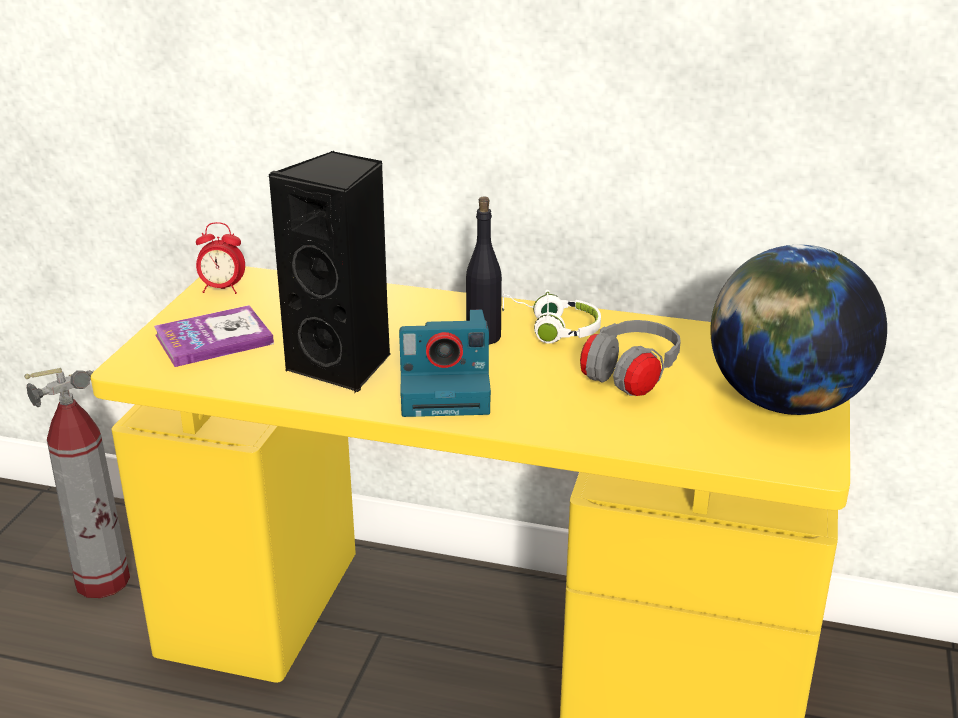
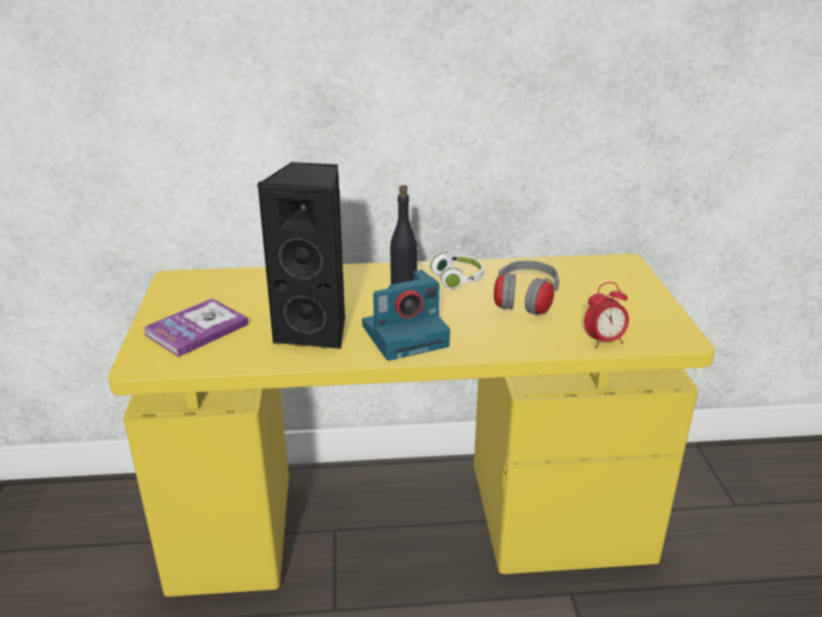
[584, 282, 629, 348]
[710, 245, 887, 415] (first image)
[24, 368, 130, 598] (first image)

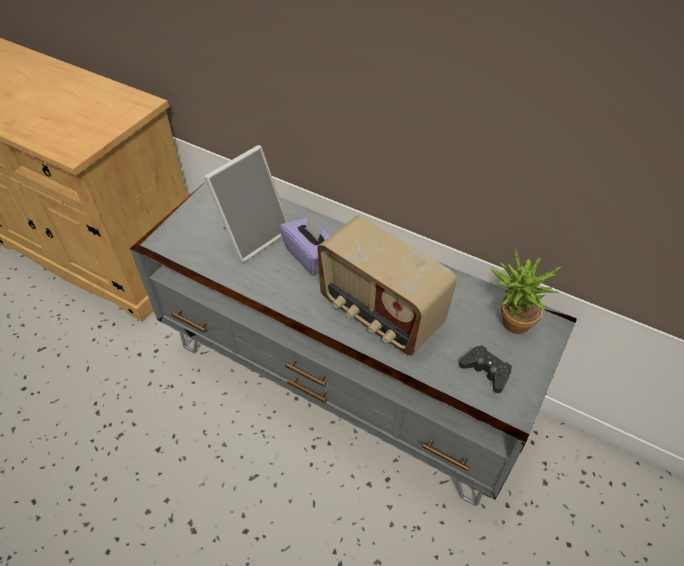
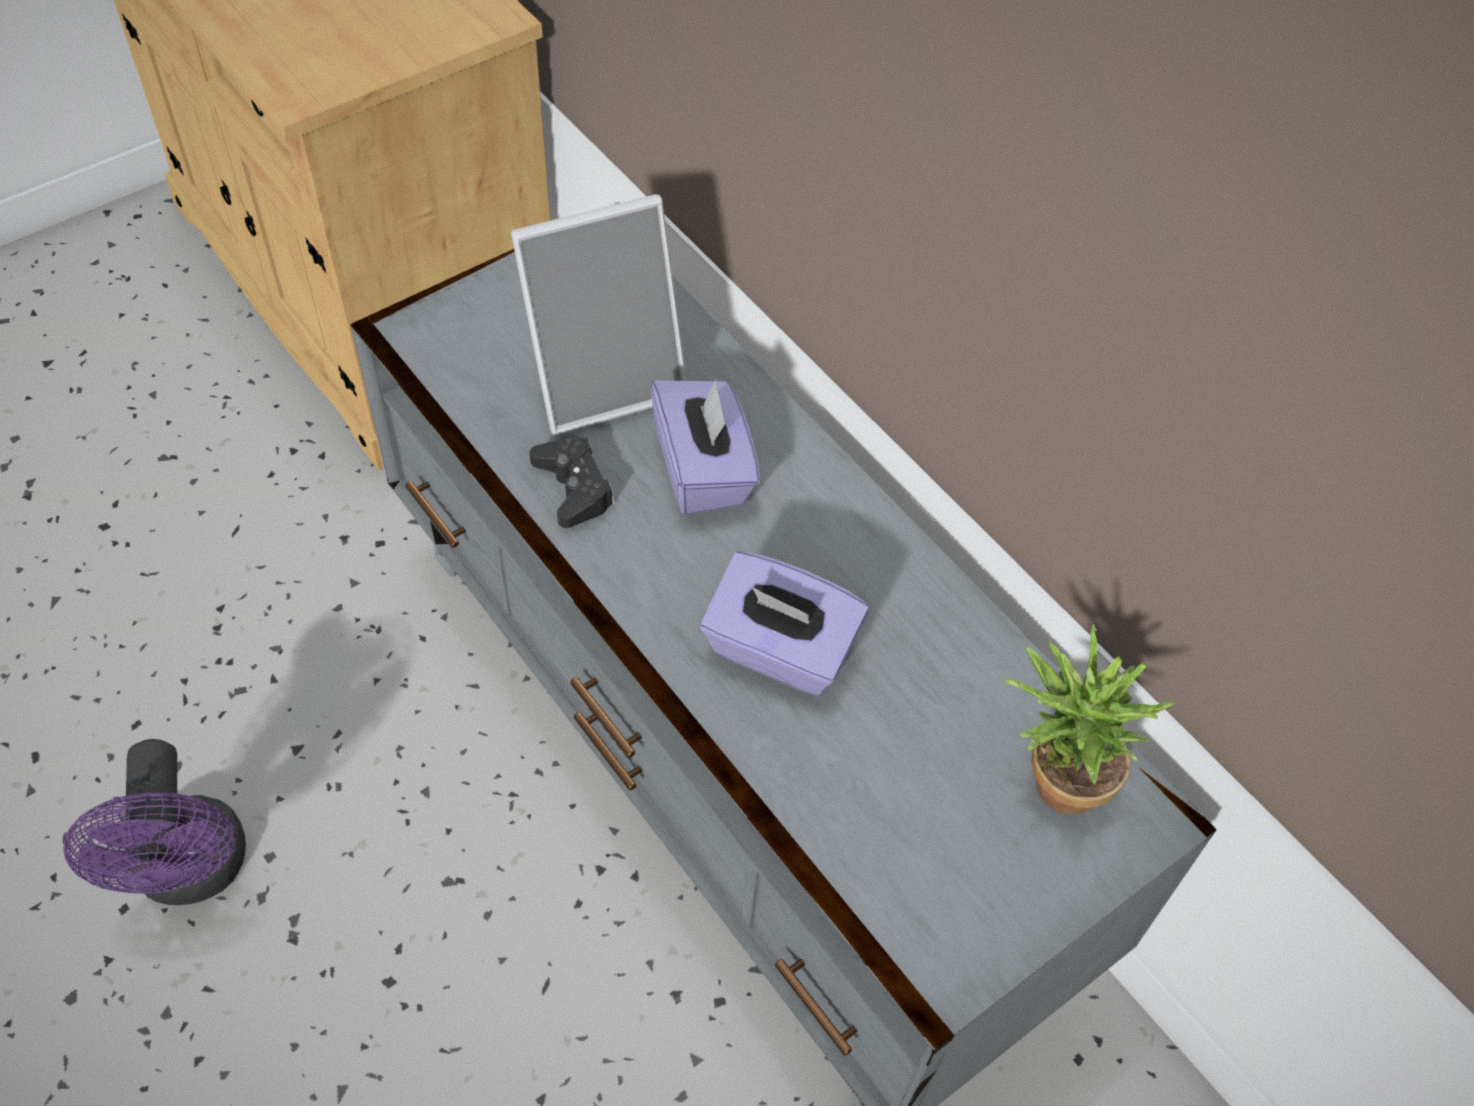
[700, 551, 869, 696]
[529, 435, 615, 528]
[64, 739, 246, 905]

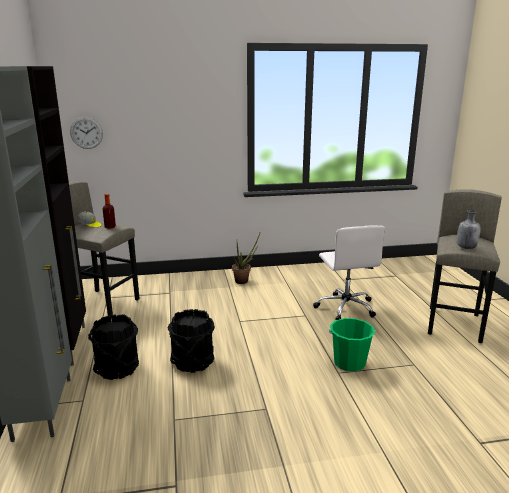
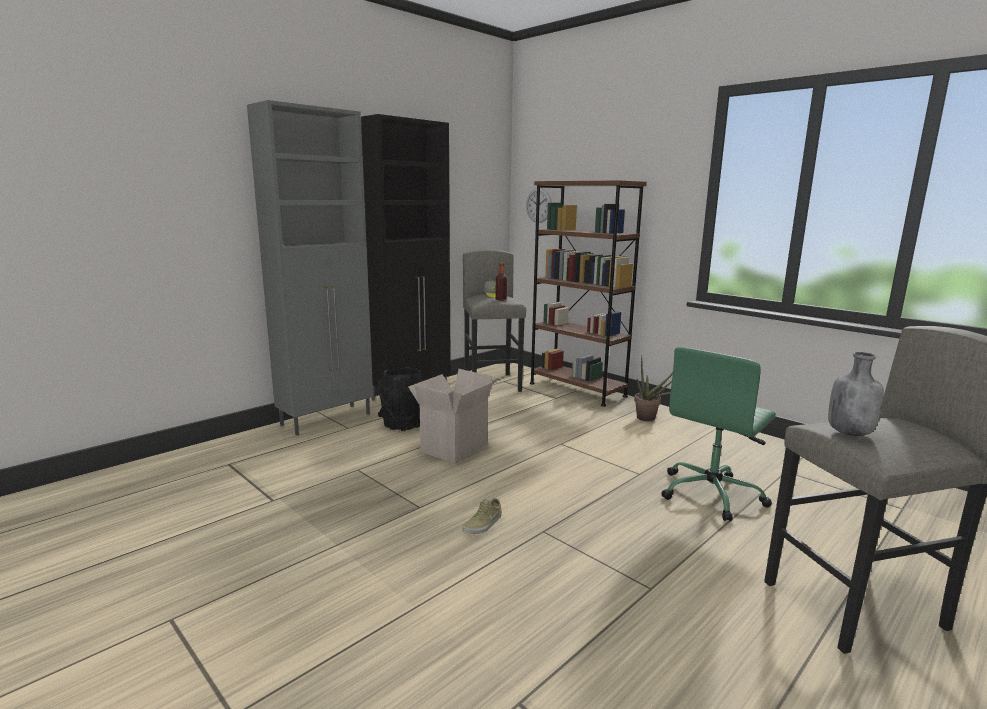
[661, 347, 776, 521]
[408, 369, 493, 464]
[329, 318, 375, 372] (first image)
[530, 180, 647, 407]
[462, 498, 502, 534]

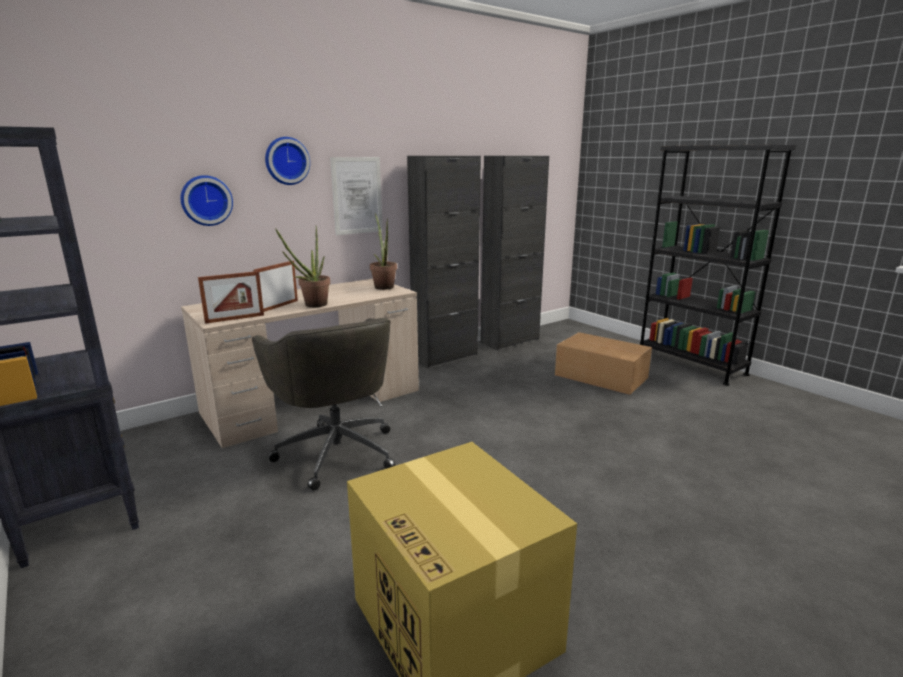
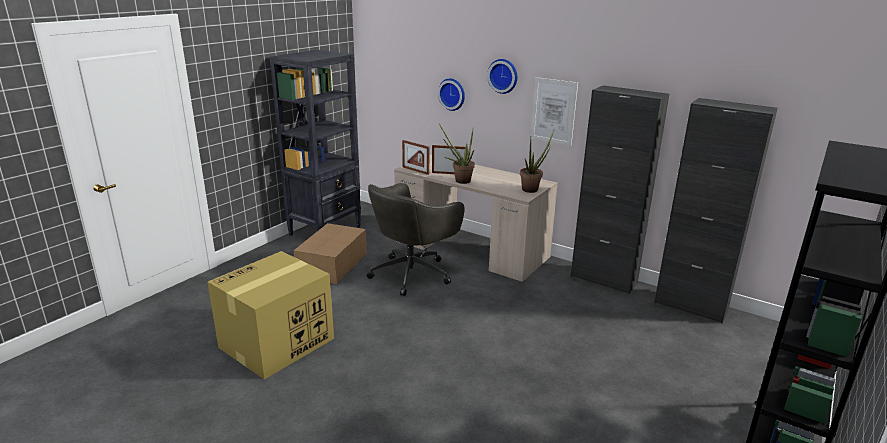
[294, 223, 367, 284]

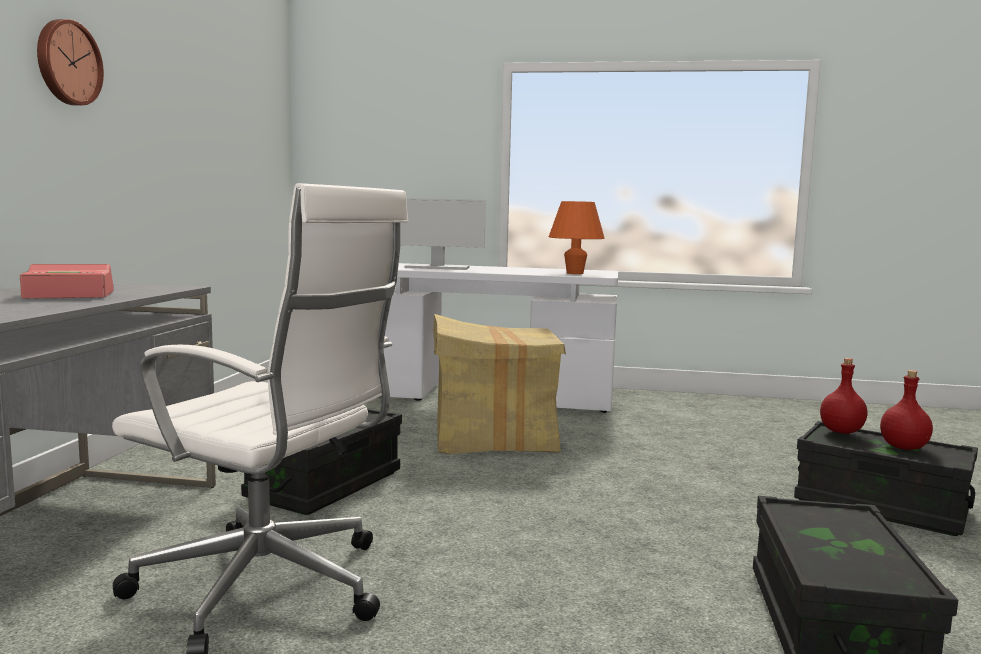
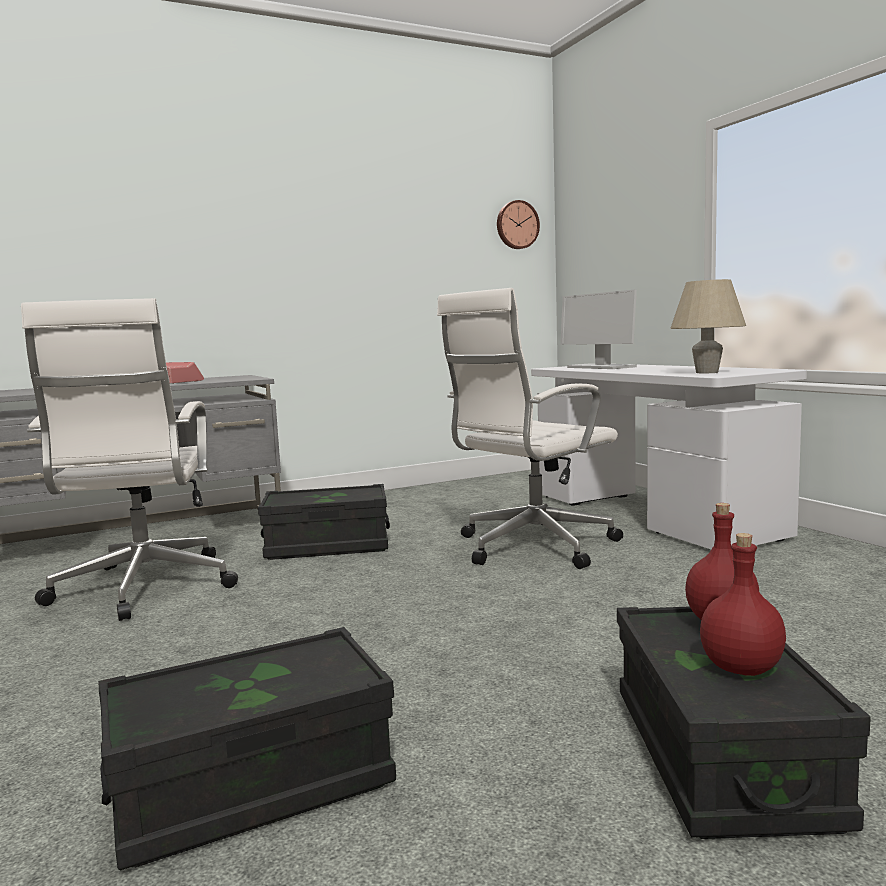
[497, 200, 540, 249]
[670, 279, 746, 373]
[437, 288, 623, 569]

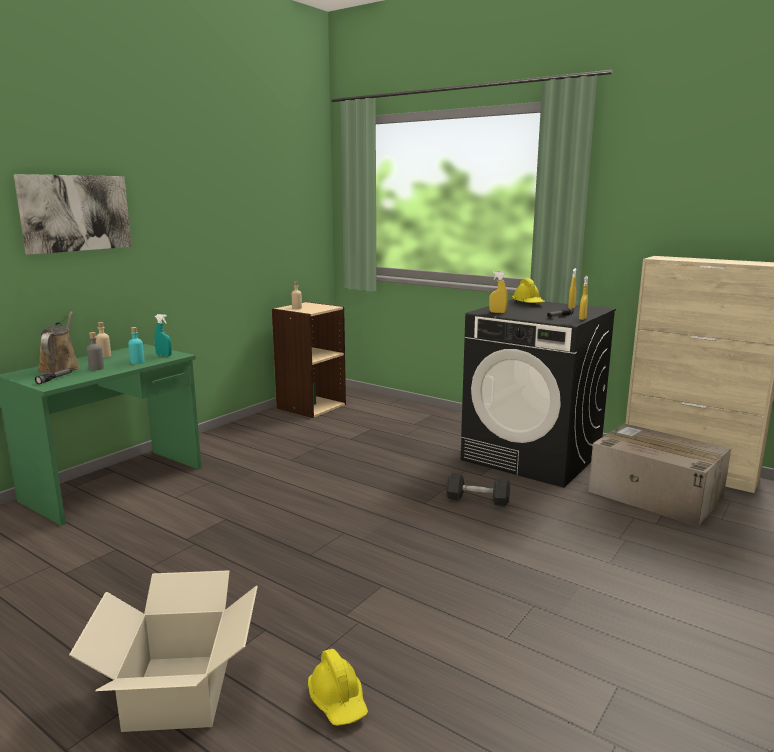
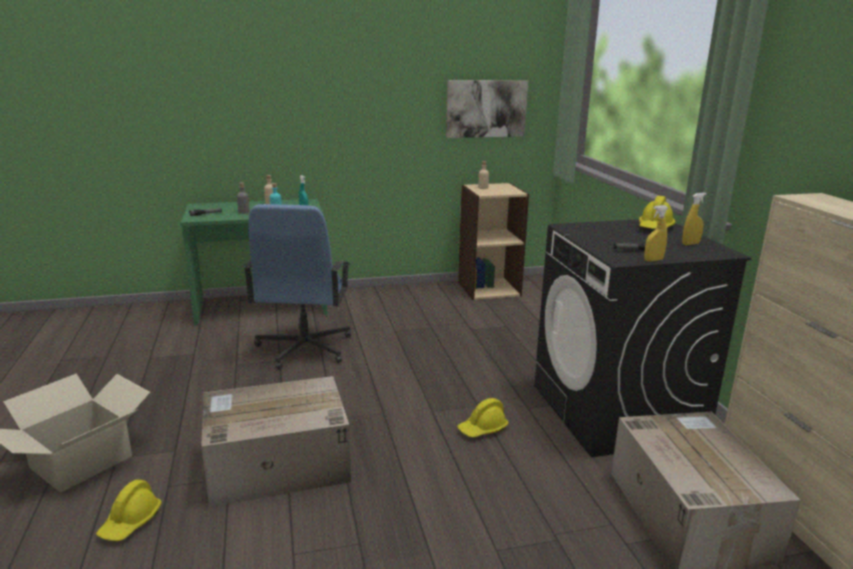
[446, 80, 528, 138]
[489, 271, 508, 313] (first image)
[38, 311, 80, 374] (first image)
[457, 398, 509, 437]
[243, 204, 351, 370]
[201, 376, 351, 507]

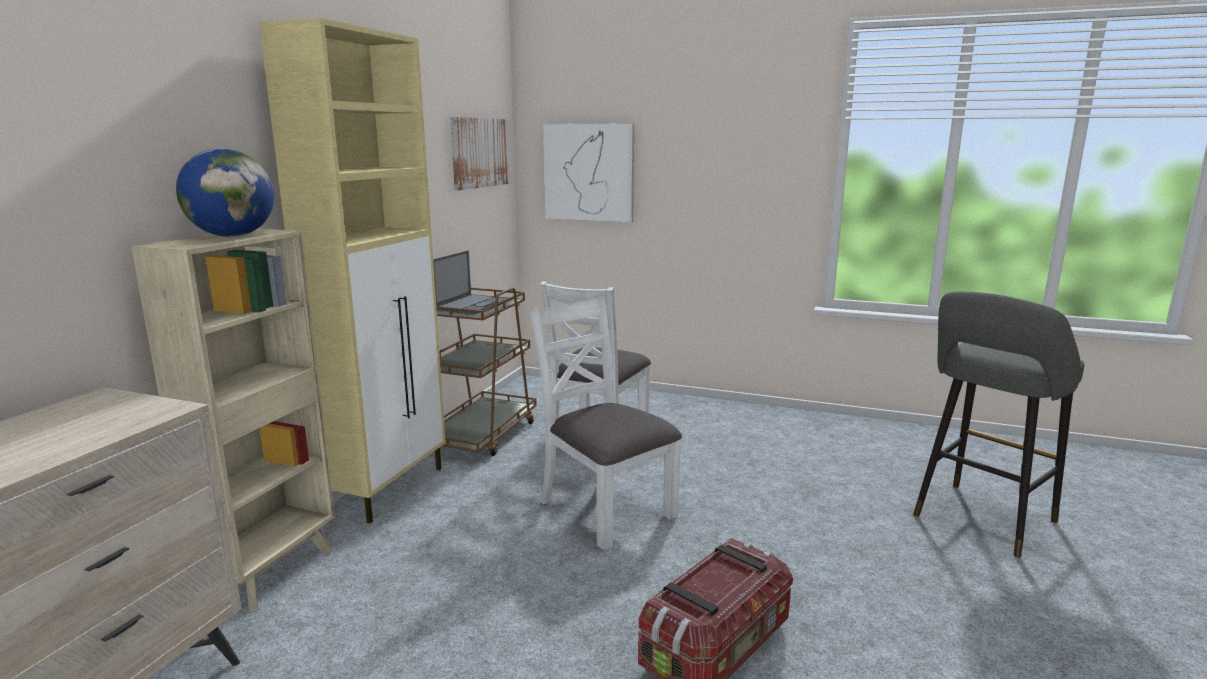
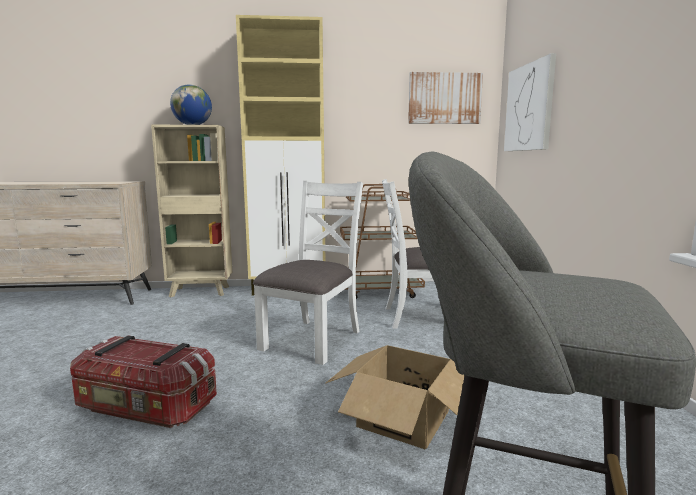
[433, 250, 508, 314] (first image)
[326, 345, 465, 449]

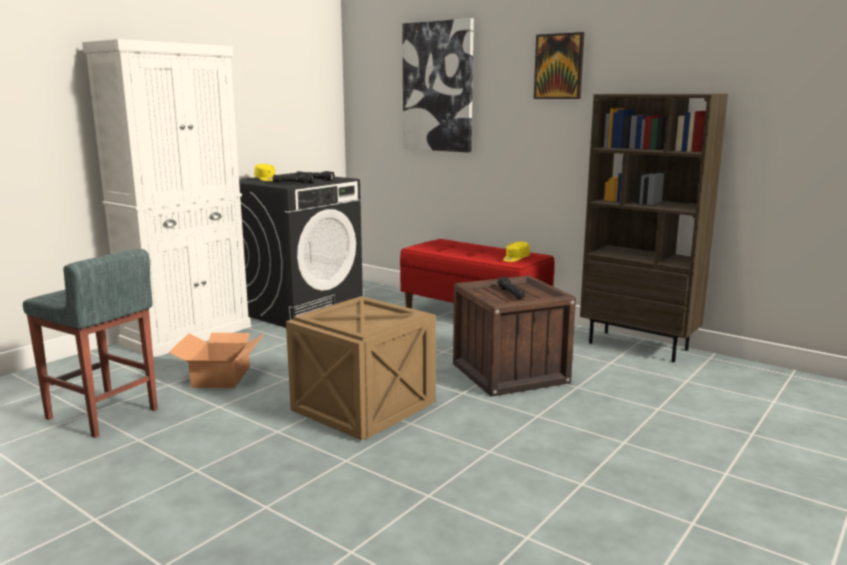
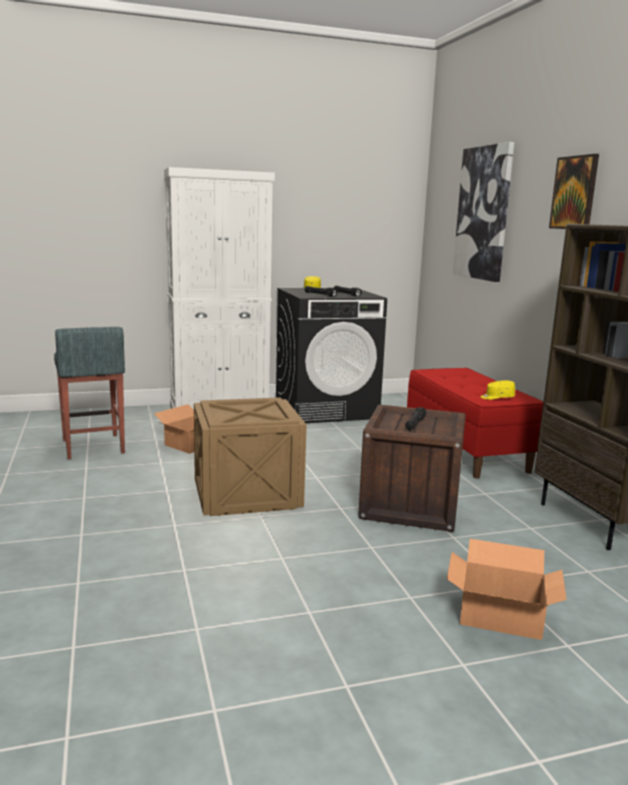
[447, 539, 567, 640]

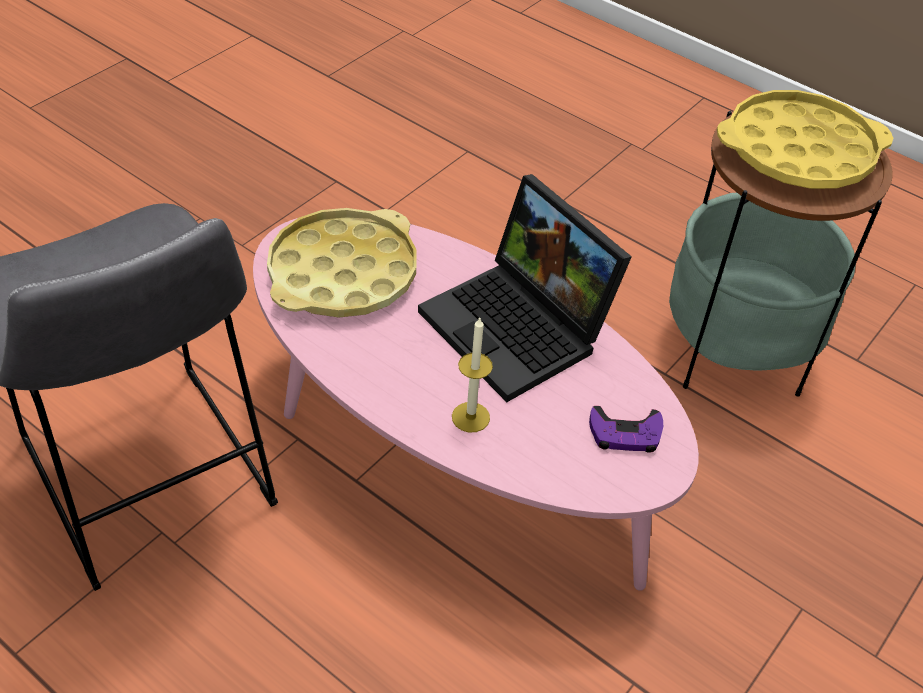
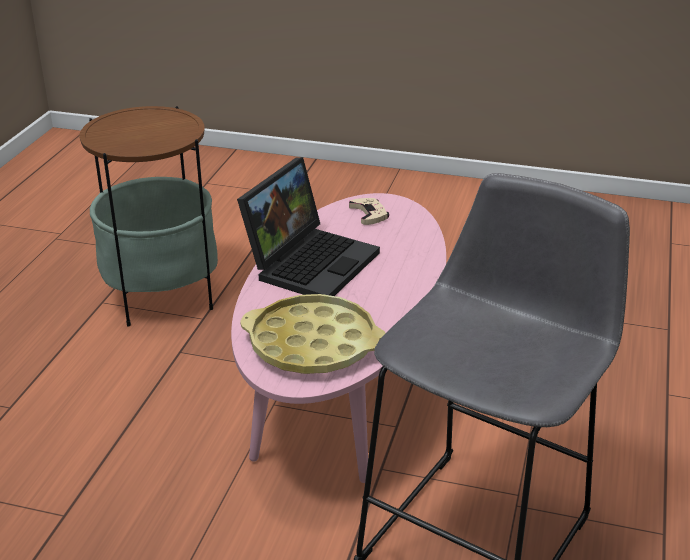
[717, 90, 893, 189] (first image)
[452, 318, 493, 432] (first image)
[349, 198, 389, 225]

